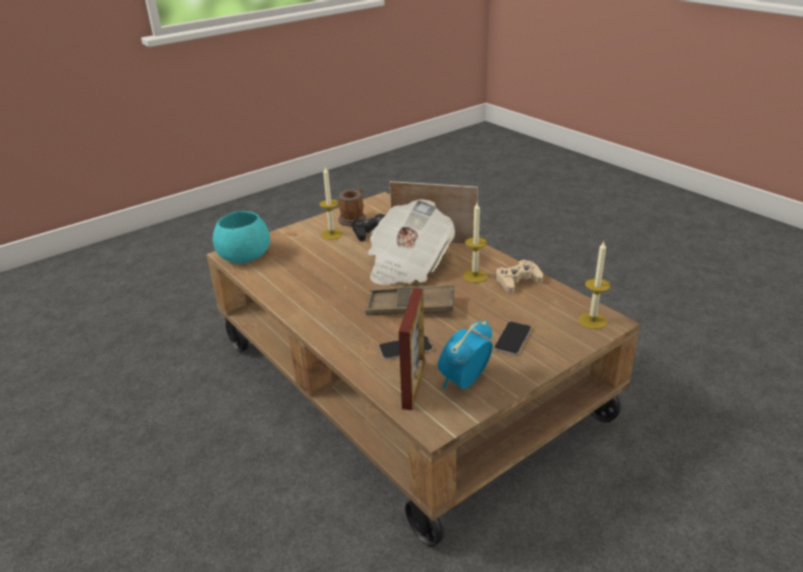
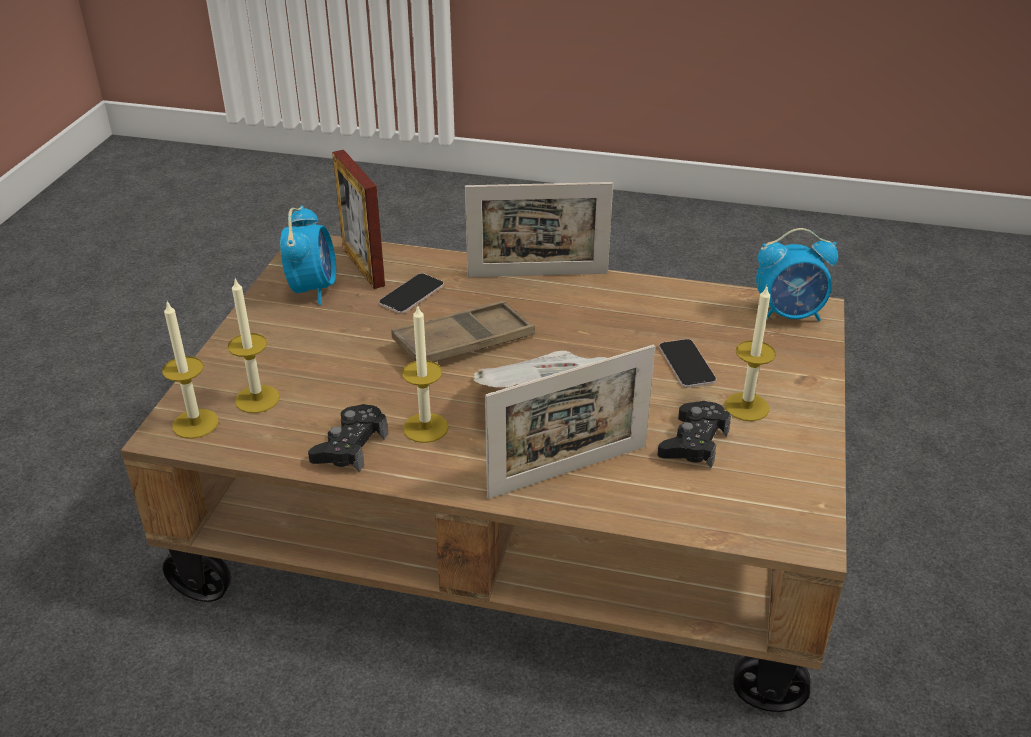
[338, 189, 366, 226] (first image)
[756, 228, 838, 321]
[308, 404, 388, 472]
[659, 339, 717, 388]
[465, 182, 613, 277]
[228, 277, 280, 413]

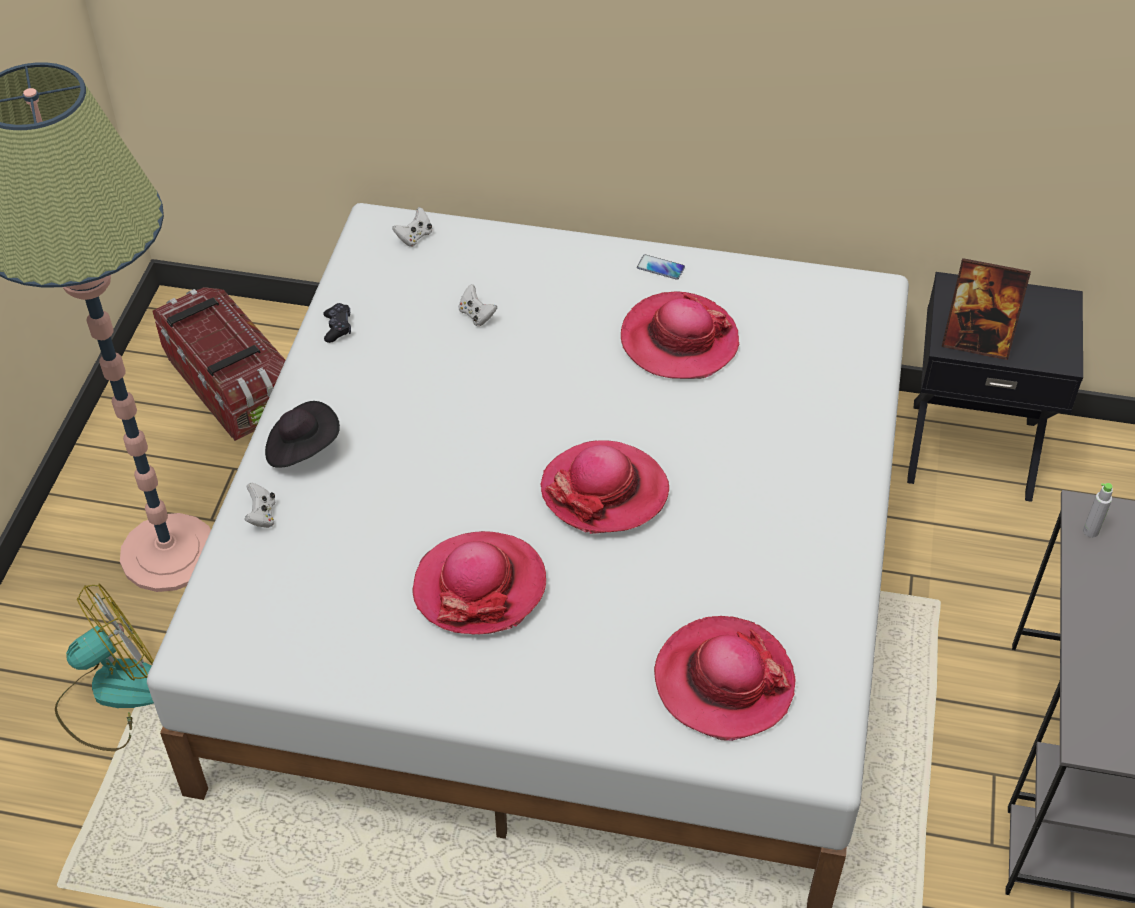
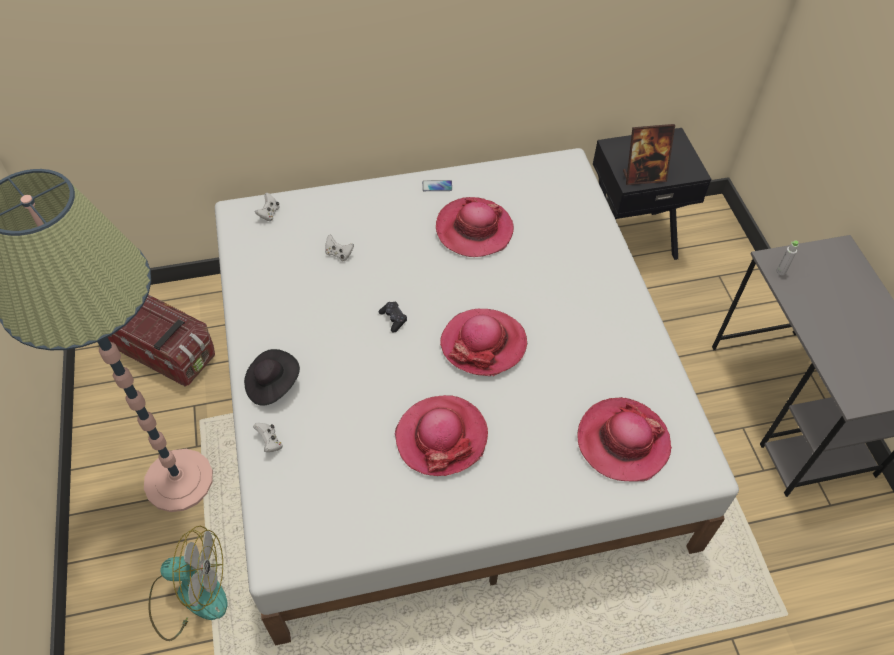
[379, 302, 407, 333]
[149, 526, 228, 641]

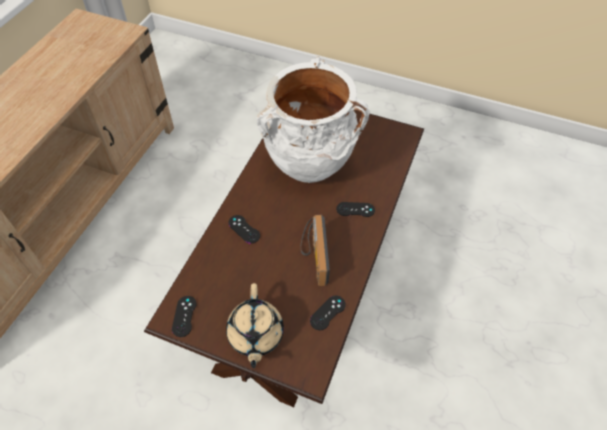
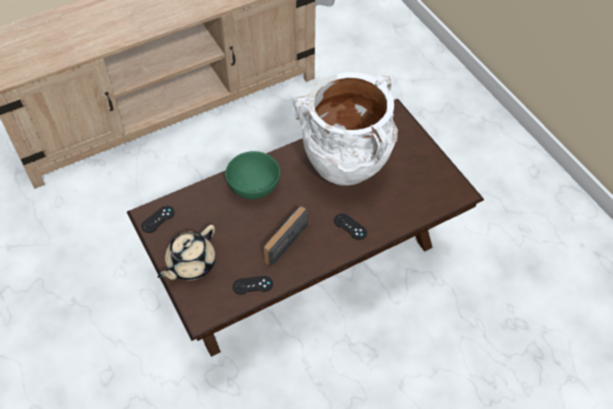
[225, 151, 281, 199]

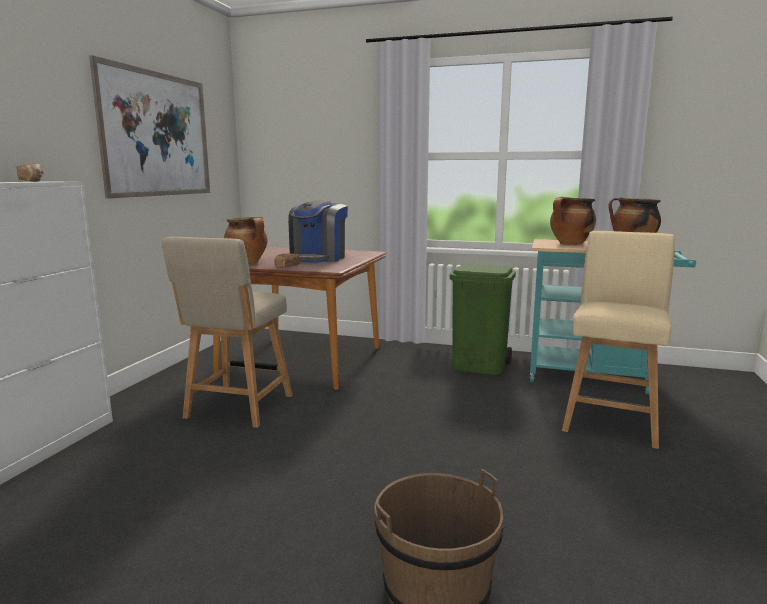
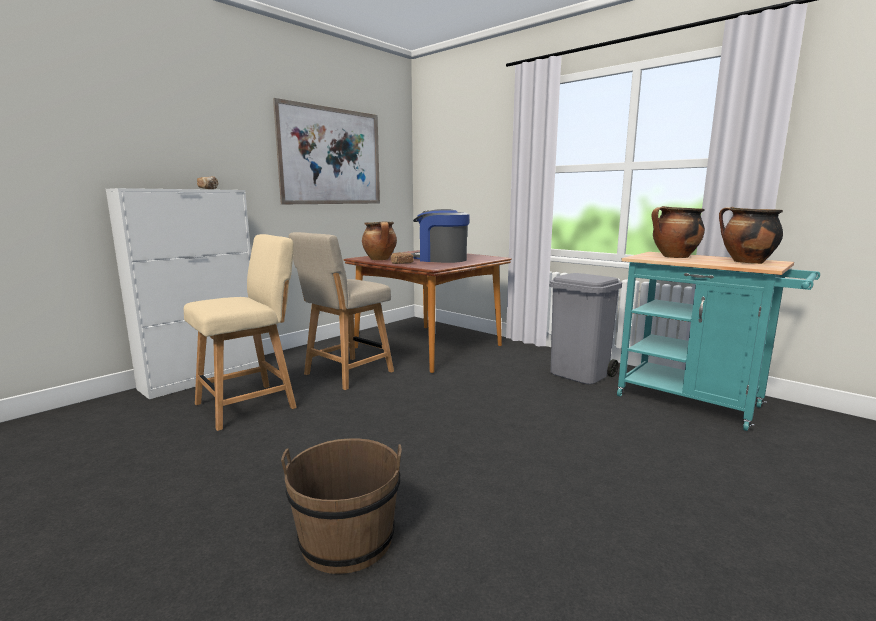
[411, 209, 469, 263]
[184, 234, 297, 431]
[549, 273, 622, 384]

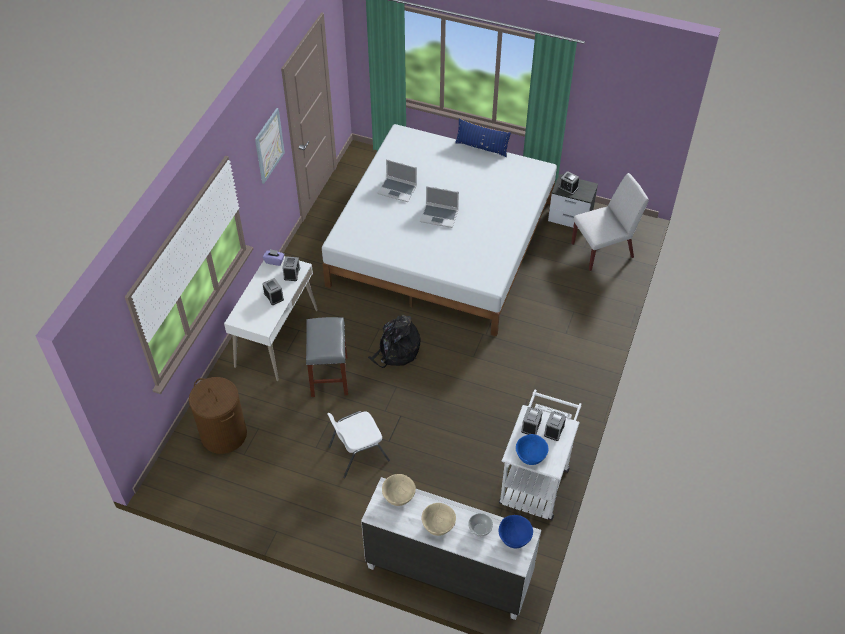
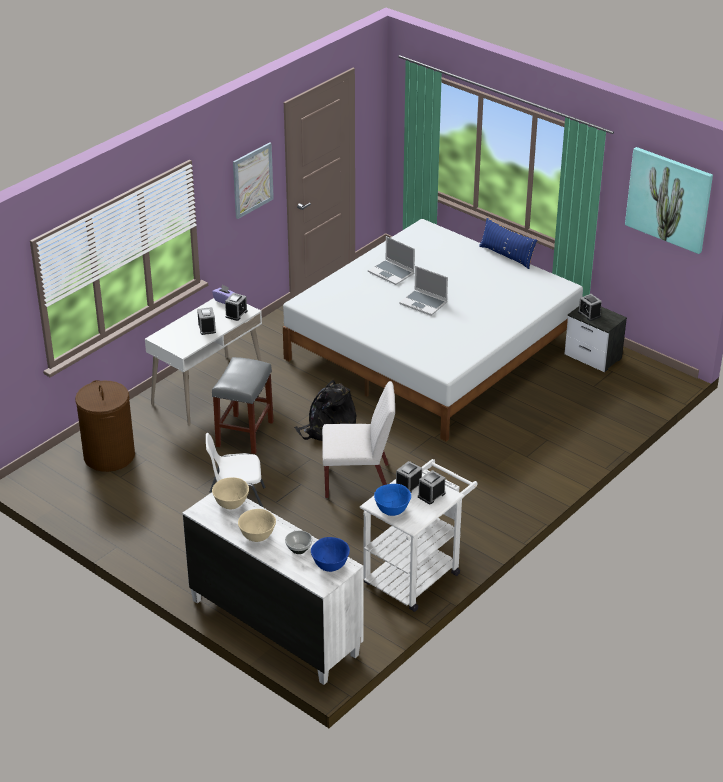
[322, 381, 395, 498]
[625, 147, 713, 254]

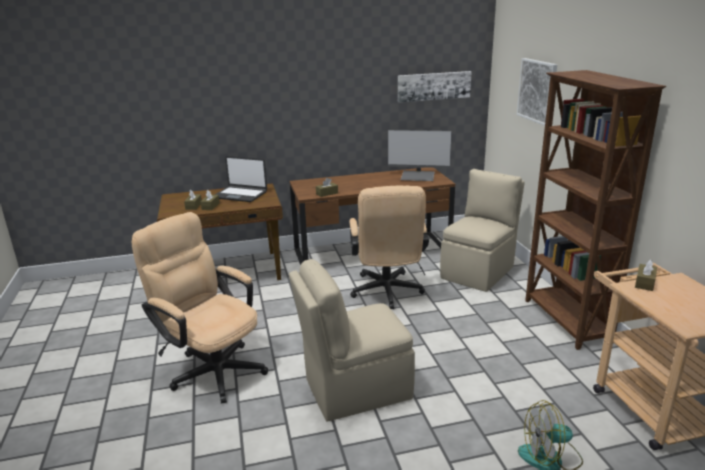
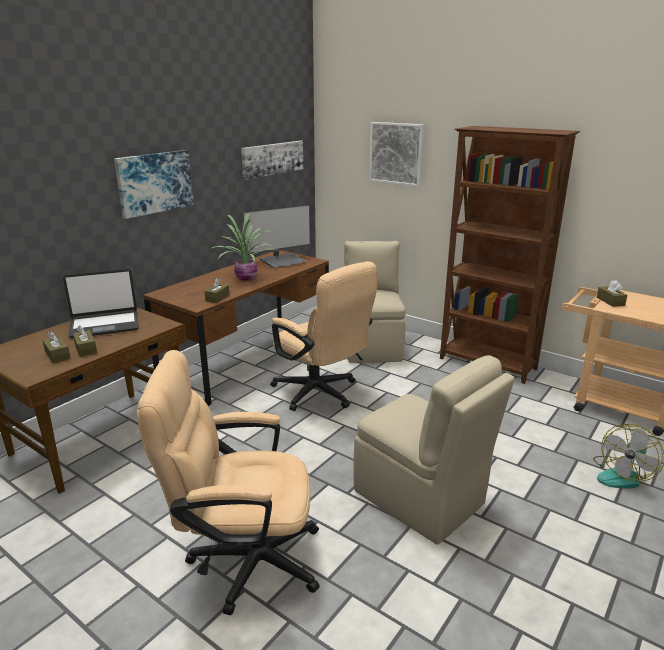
[353, 355, 515, 545]
[114, 150, 194, 219]
[209, 214, 279, 281]

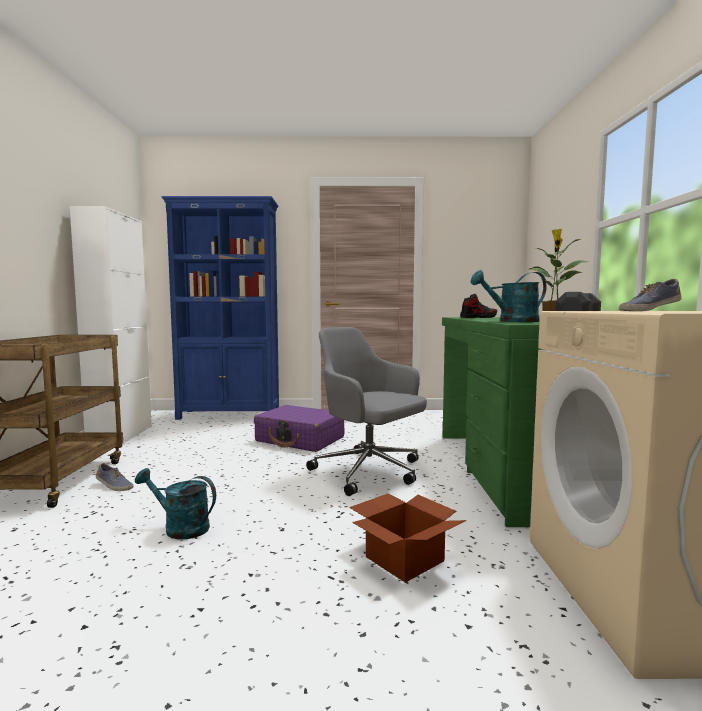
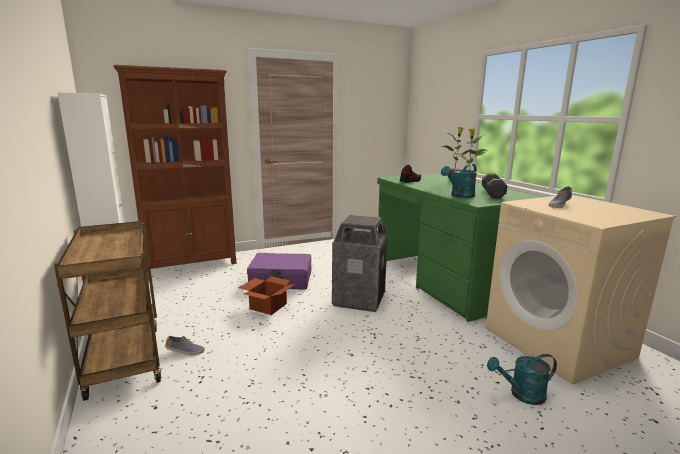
[114, 65, 236, 269]
[332, 215, 388, 312]
[487, 354, 557, 405]
[238, 276, 295, 315]

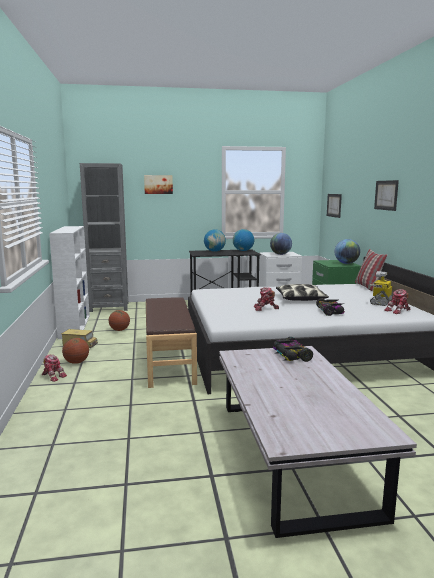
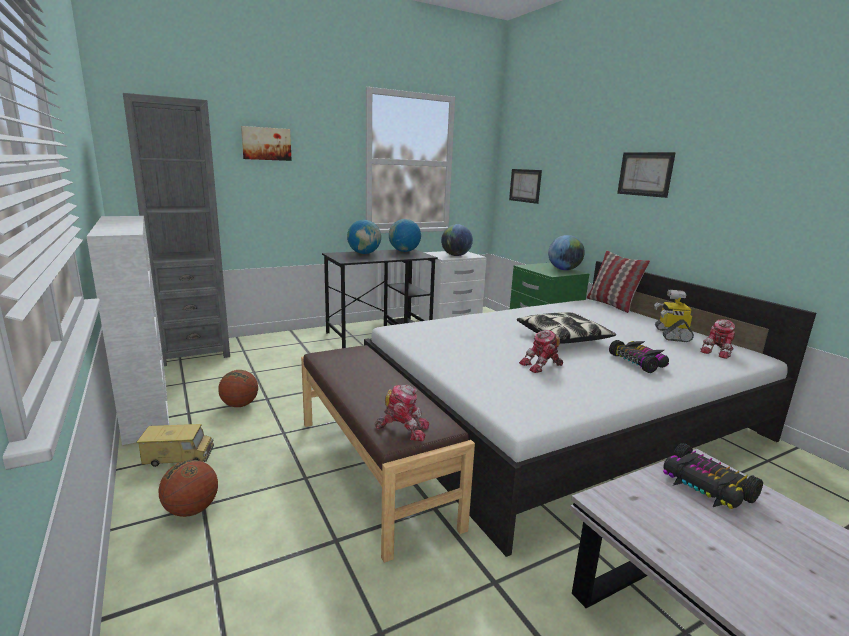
[375, 385, 429, 442]

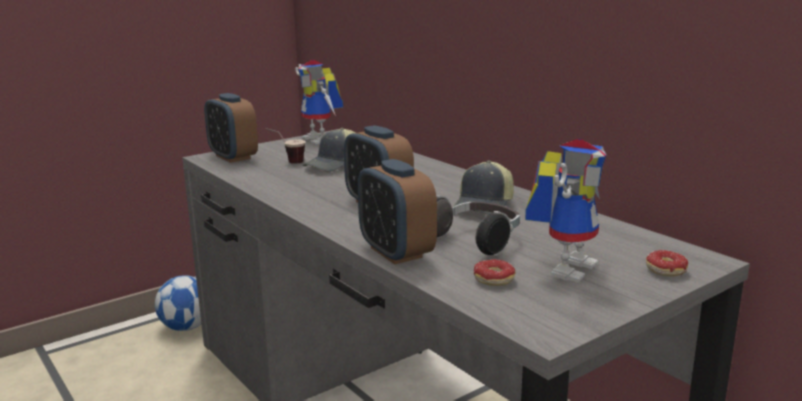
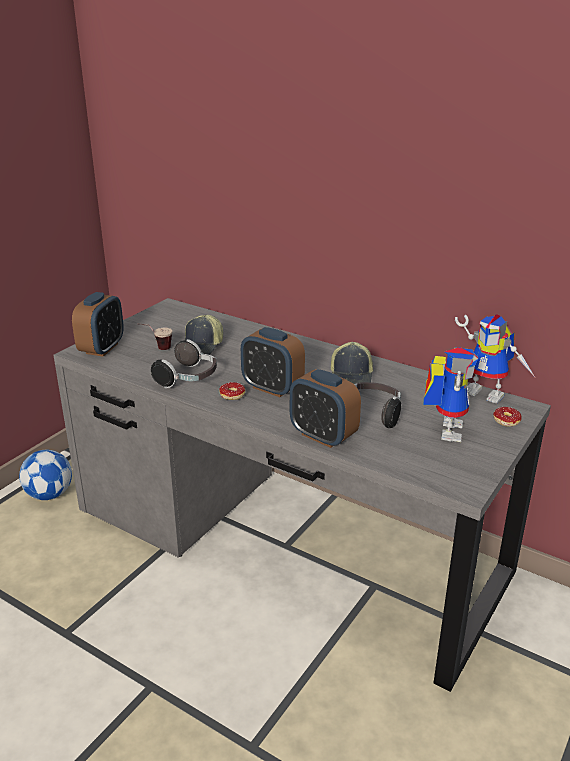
[455, 314, 535, 404]
[72, 292, 124, 357]
[219, 382, 245, 400]
[151, 339, 217, 388]

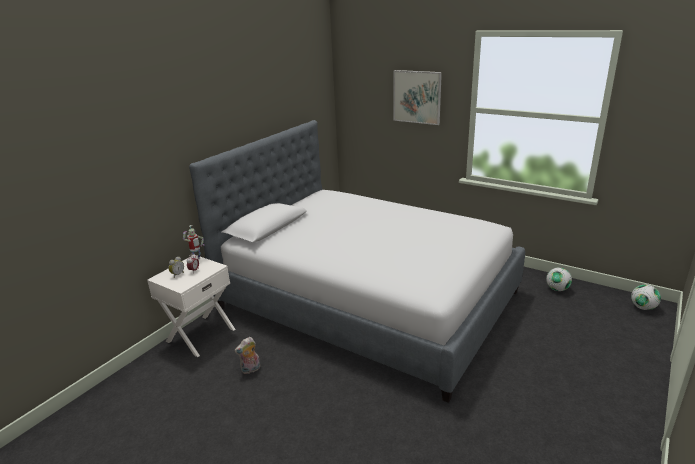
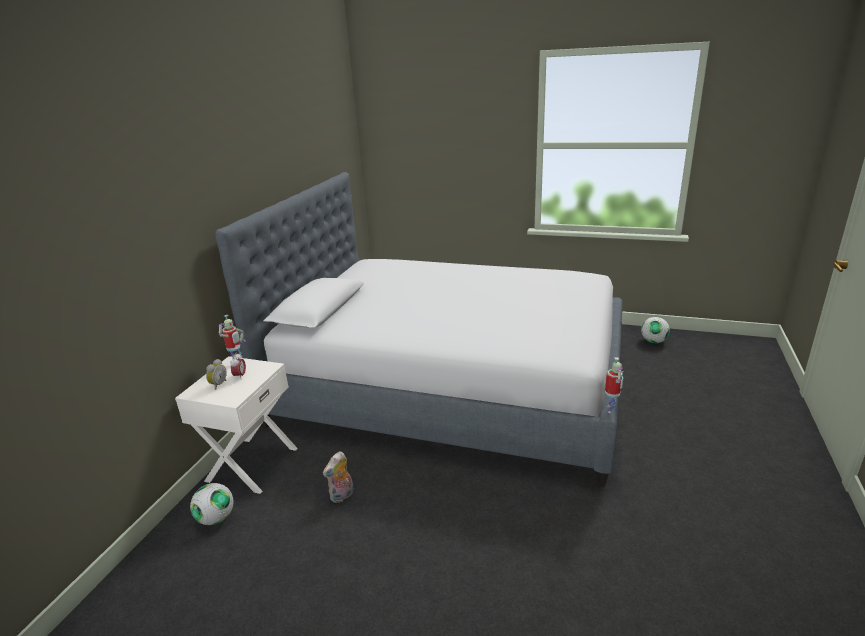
[394, 70, 442, 125] (first image)
[190, 483, 233, 525]
[605, 357, 624, 413]

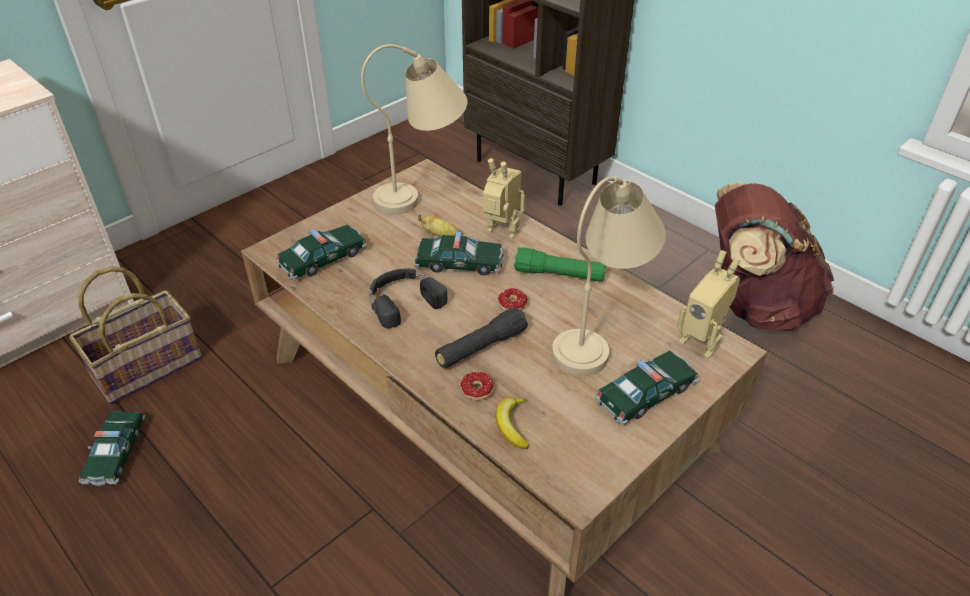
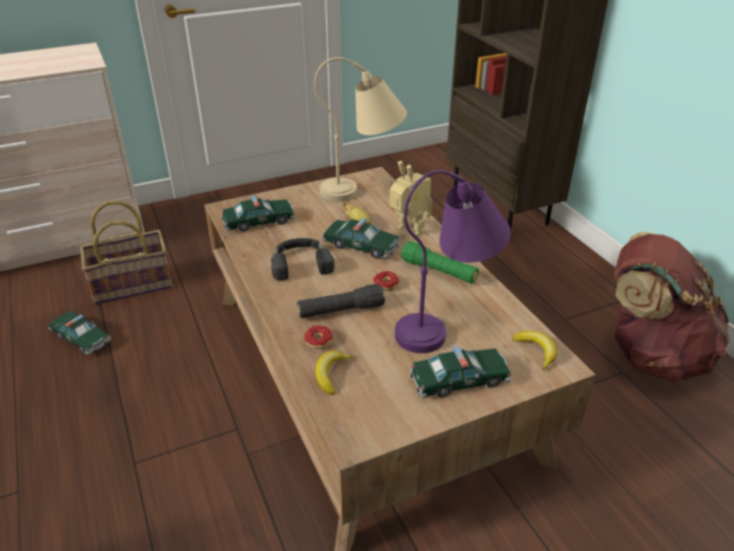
[395, 170, 511, 353]
[512, 331, 557, 370]
[48, 311, 111, 355]

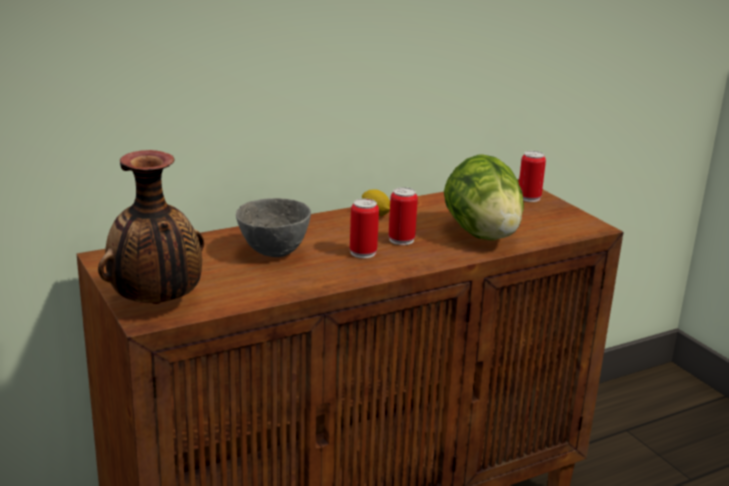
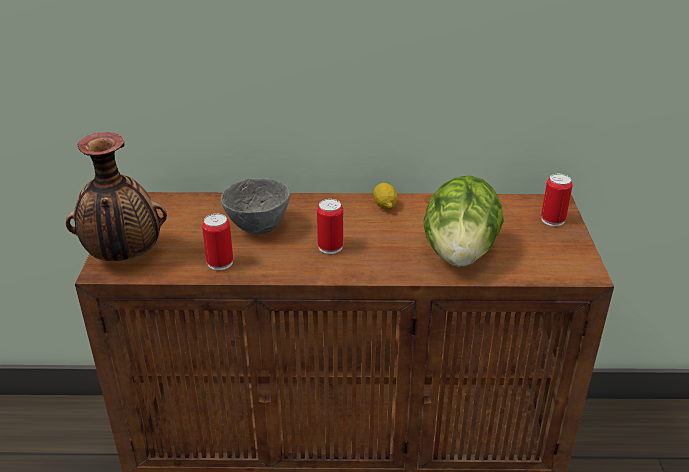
[202, 214, 233, 270]

